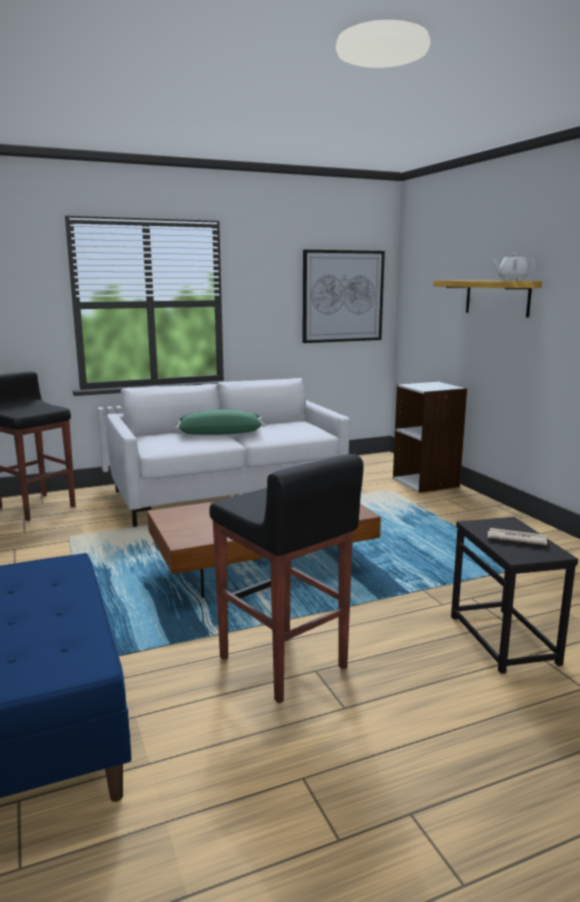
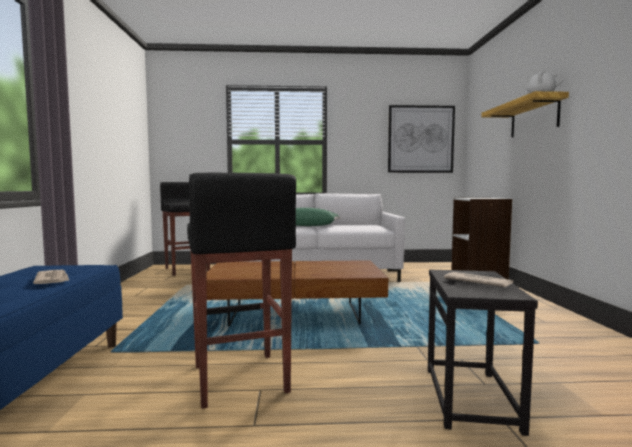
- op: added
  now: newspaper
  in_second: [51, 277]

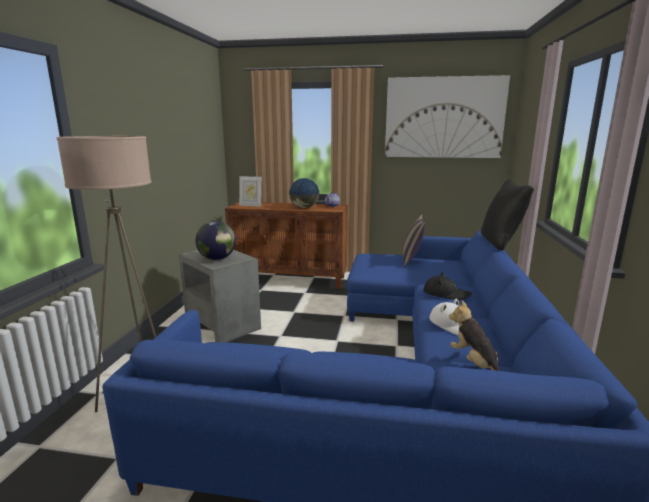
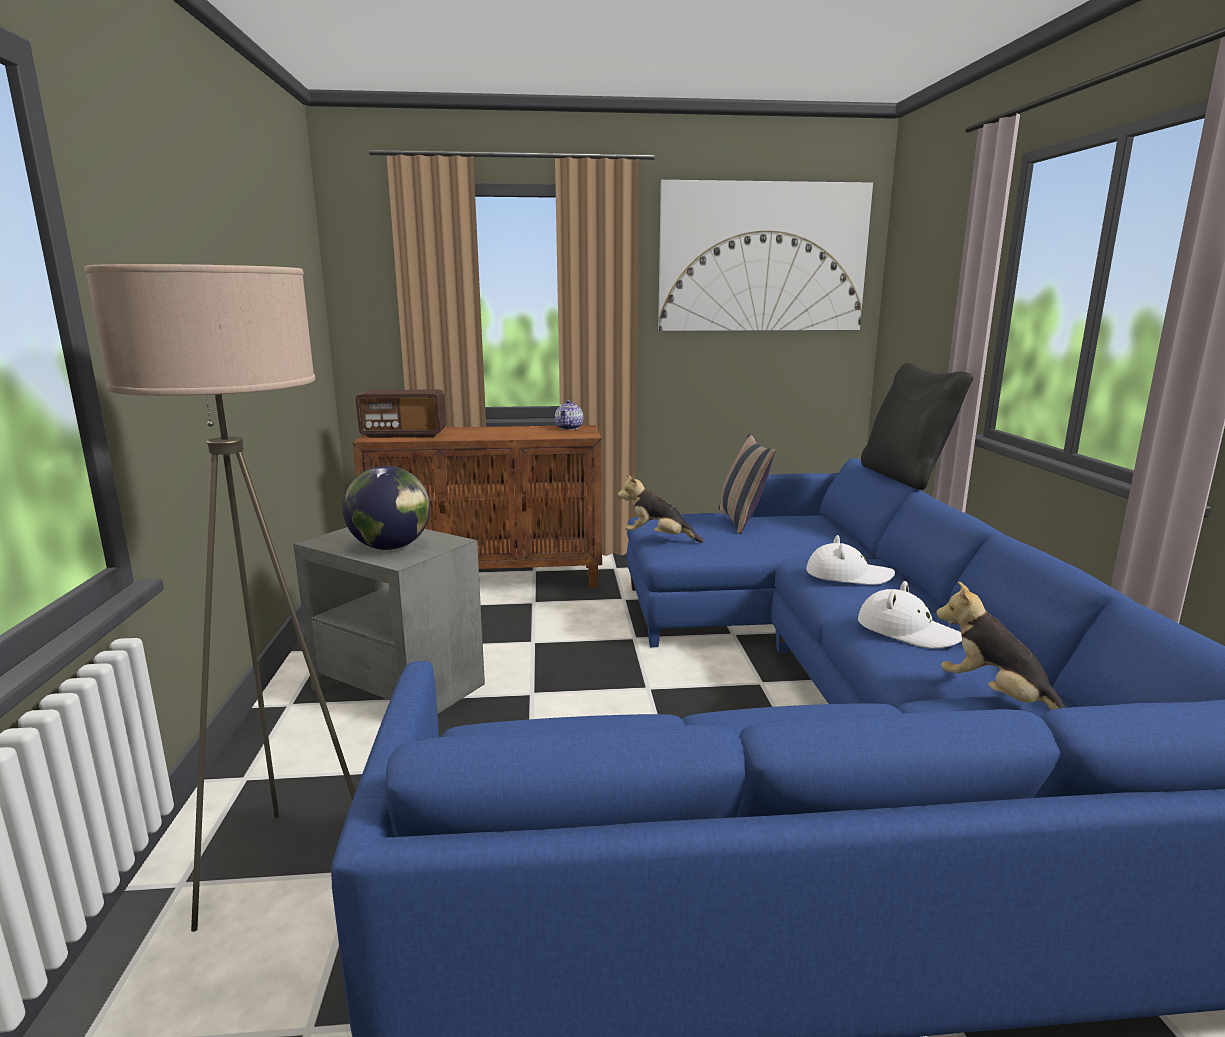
- op: replaced
  was: standing_frame
  now: radio_receiver
  in_first: [250, 191]
  in_second: [401, 414]
- op: added
  now: cuddly_toy
  in_second: [660, 508]
- op: recoloured
  was: blackish_hat
  now: white_hat
  in_first: [448, 286]
  in_second: [850, 560]
- op: removed
  was: globe
  in_first: [304, 193]

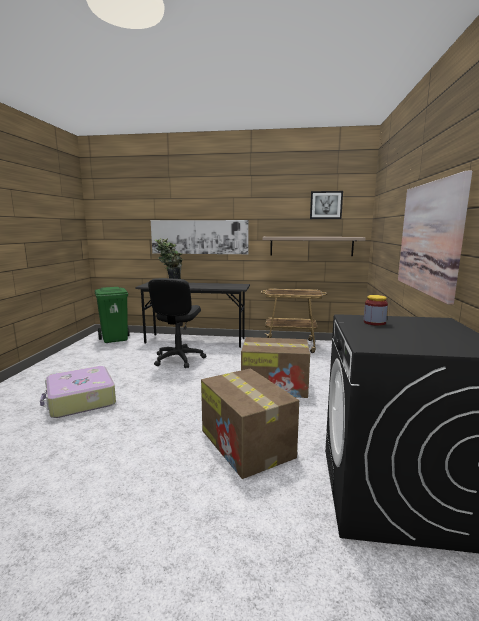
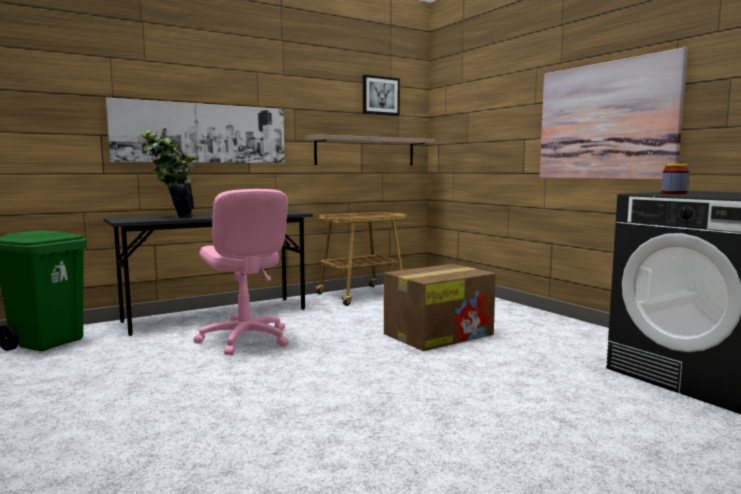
- op: recoloured
  was: blackish_office_chair
  now: pink-coloured_office_chair
  in_first: [177, 323]
  in_second: [241, 272]
- op: removed
  was: suitcase
  in_first: [78, 392]
- op: removed
  was: carton
  in_first: [250, 423]

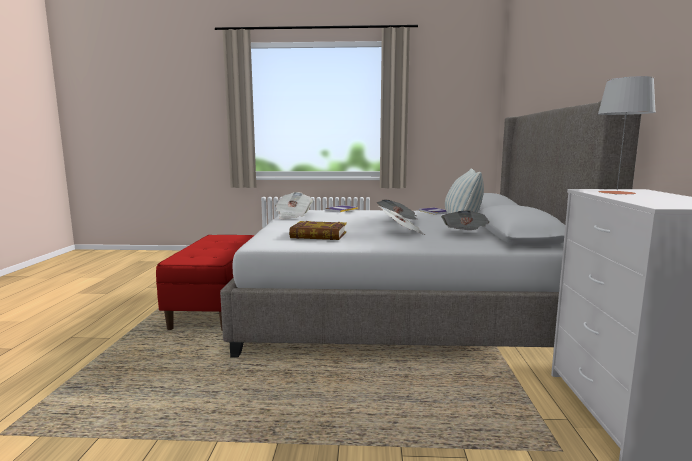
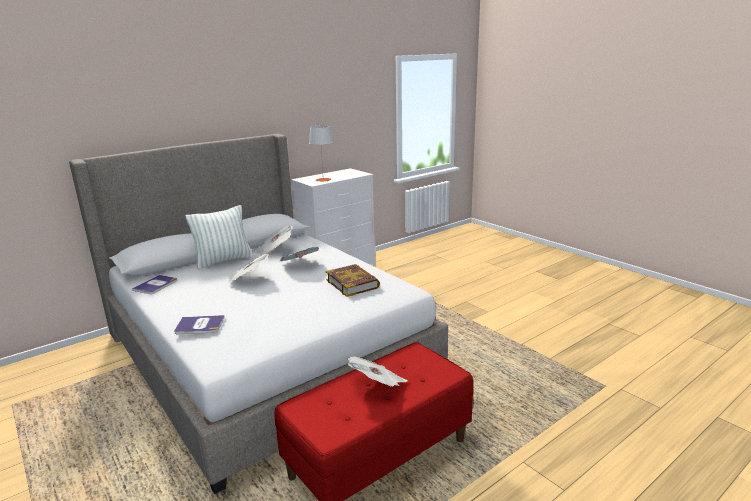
- op: moved
  was: newspaper
  in_first: [294, 205]
  in_second: [377, 371]

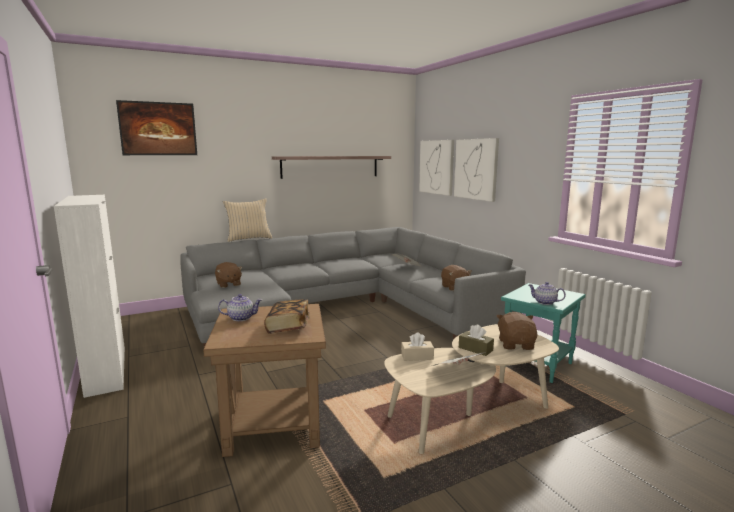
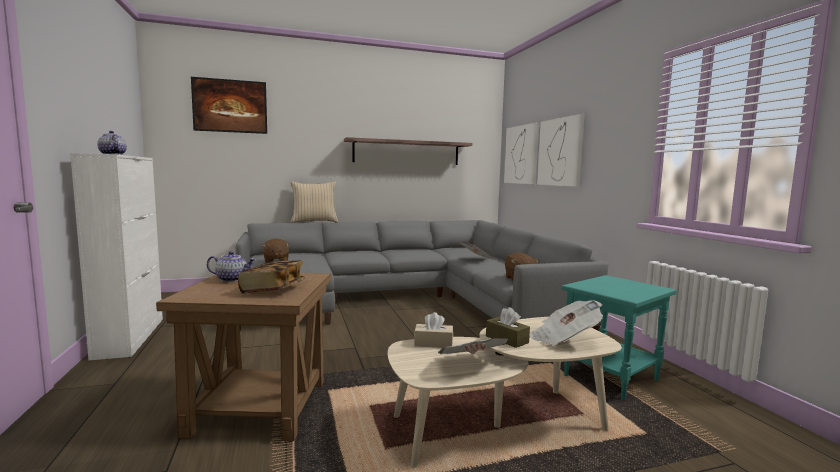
- op: moved
  was: tea_pot
  in_first: [547, 293]
  in_second: [112, 143]
- op: replaced
  was: brown-coloured_cuddly_toy
  now: newspaper
  in_first: [517, 331]
  in_second: [566, 323]

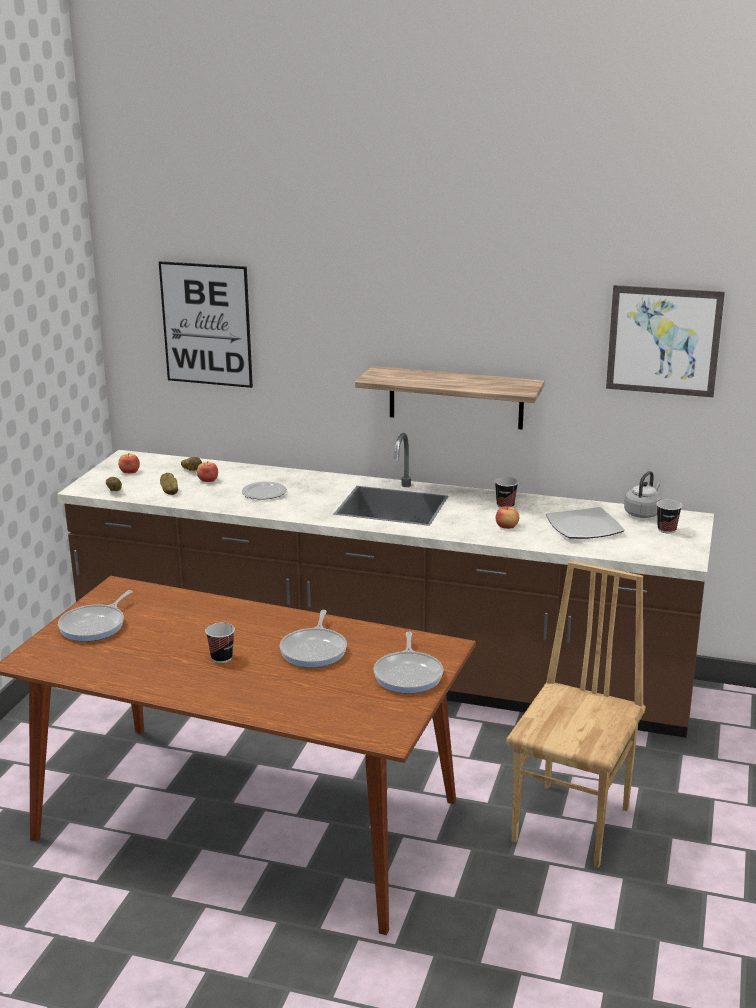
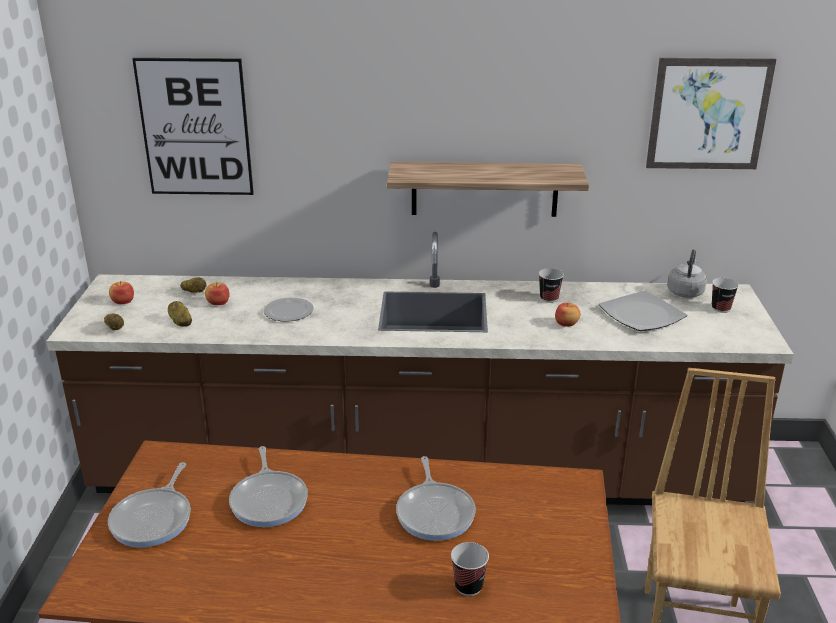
- op: moved
  was: skillet
  in_first: [408, 663]
  in_second: [268, 486]
- op: moved
  was: small_cup
  in_first: [220, 643]
  in_second: [470, 569]

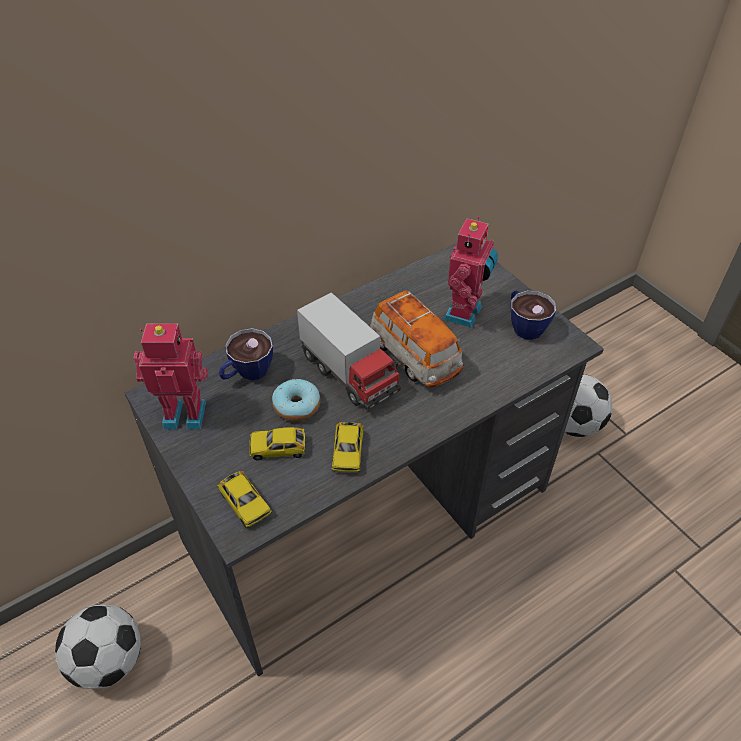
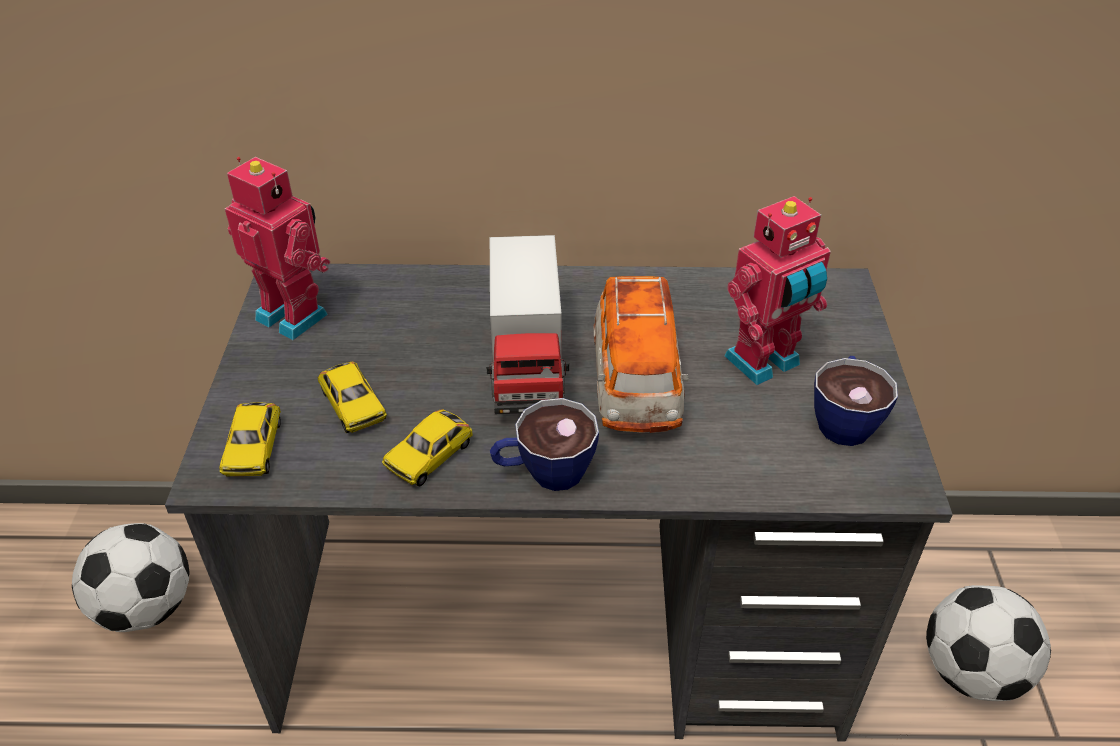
- op: turned
  was: toy_car
  in_first: [277, 443]
  in_second: [352, 397]
  clockwise: -150
- op: moved
  was: small_cup
  in_first: [246, 354]
  in_second: [544, 444]
- op: removed
  was: ring_doughnut
  in_first: [296, 400]

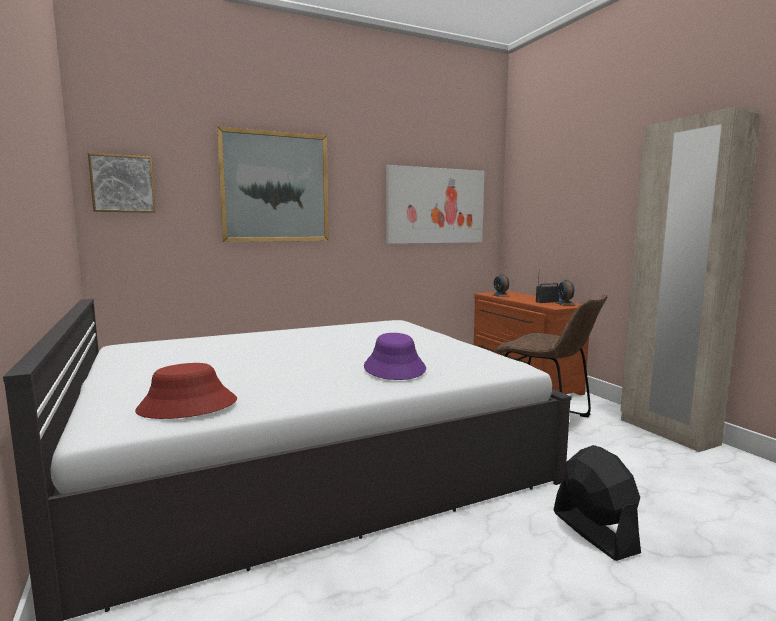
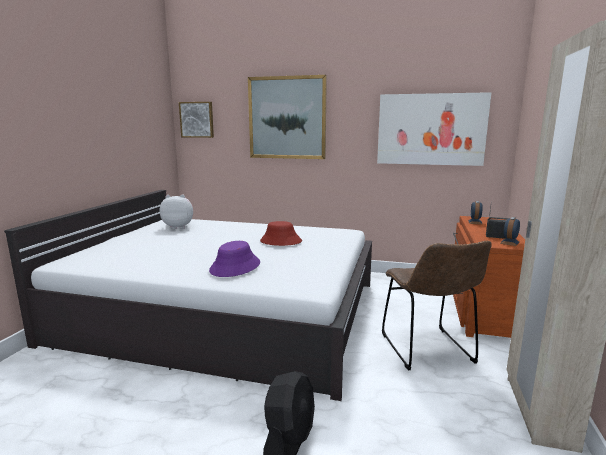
- op: added
  now: cuddly_toy
  in_second: [176, 212]
- op: moved
  was: red-coloured_hat
  in_first: [186, 391]
  in_second: [281, 233]

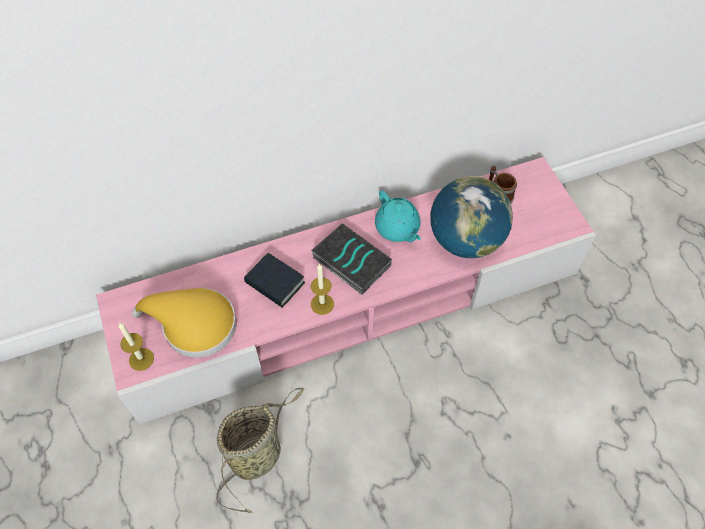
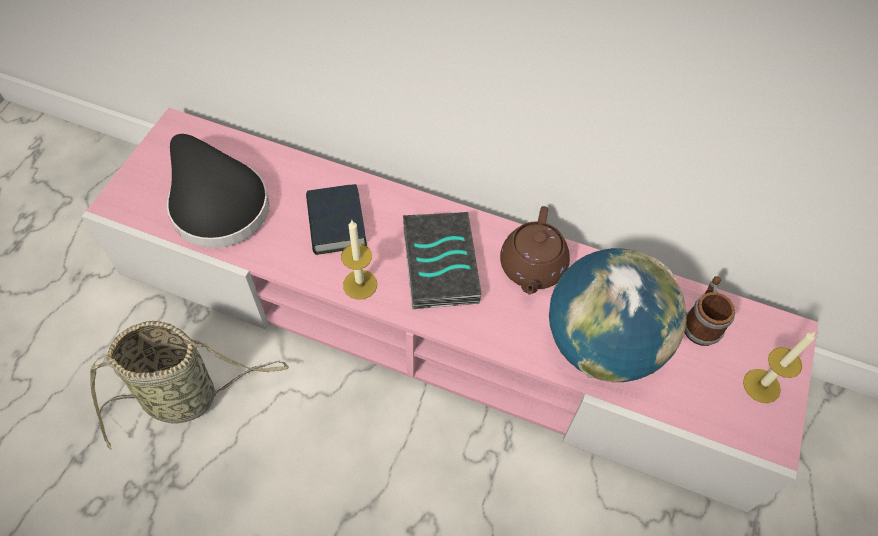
- op: recoloured
  was: yellowish_hat
  now: blackish_hat
  in_first: [184, 323]
  in_second: [218, 191]
- op: recoloured
  was: turquoise_tea_pot
  now: brown-coloured_tea_pot
  in_first: [398, 216]
  in_second: [535, 250]
- op: moved
  was: wax_candle
  in_first: [136, 346]
  in_second: [779, 367]

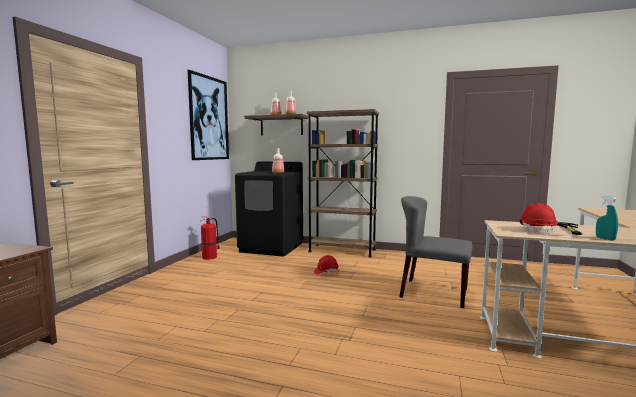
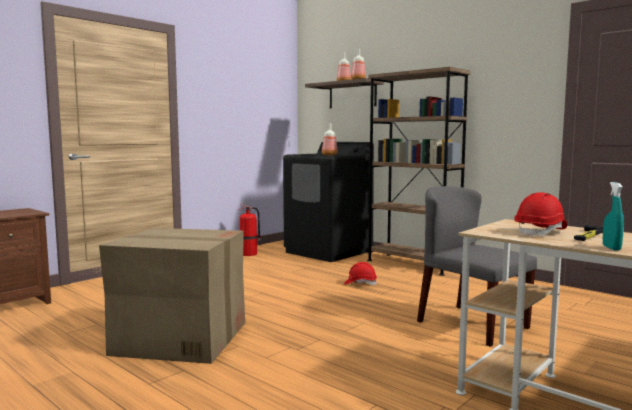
- op: added
  now: carton
  in_second: [172, 296]
- op: removed
  was: picture
  in_first: [208, 115]

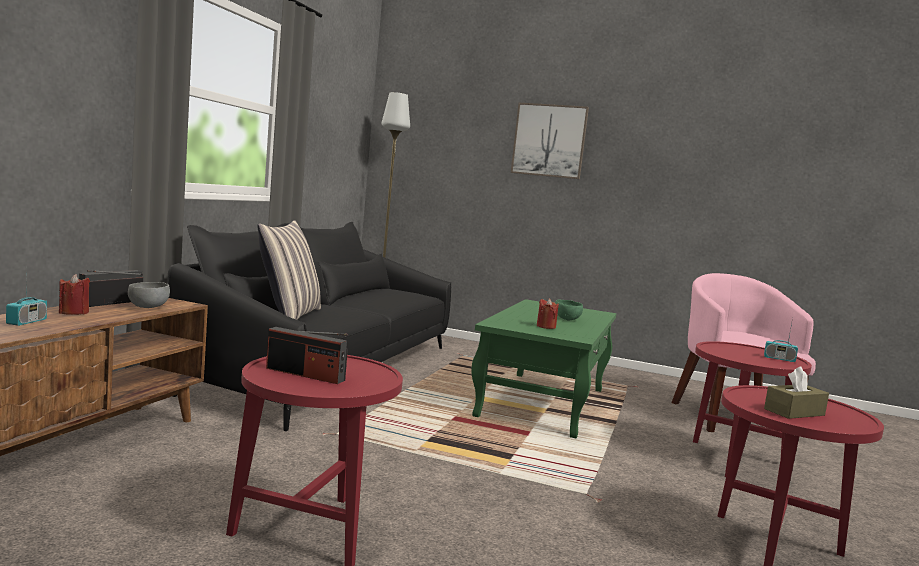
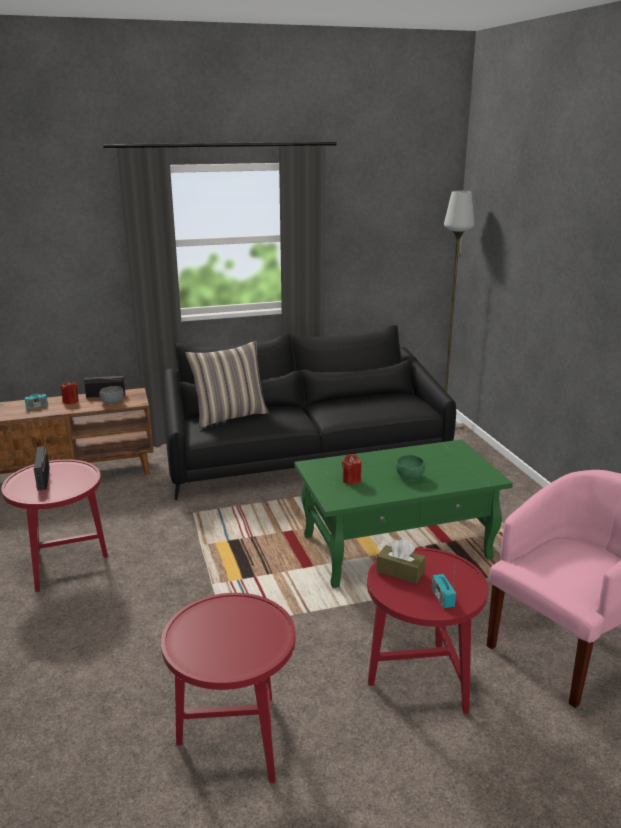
- op: moved
  was: brown-coloured_box_of_tissues
  in_first: [796, 392]
  in_second: [401, 561]
- op: removed
  was: picture
  in_first: [550, 141]

